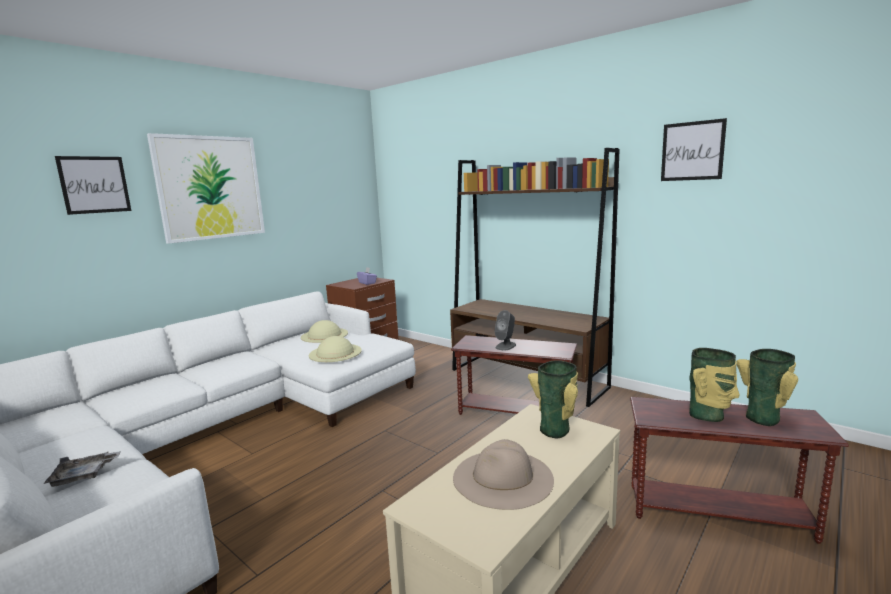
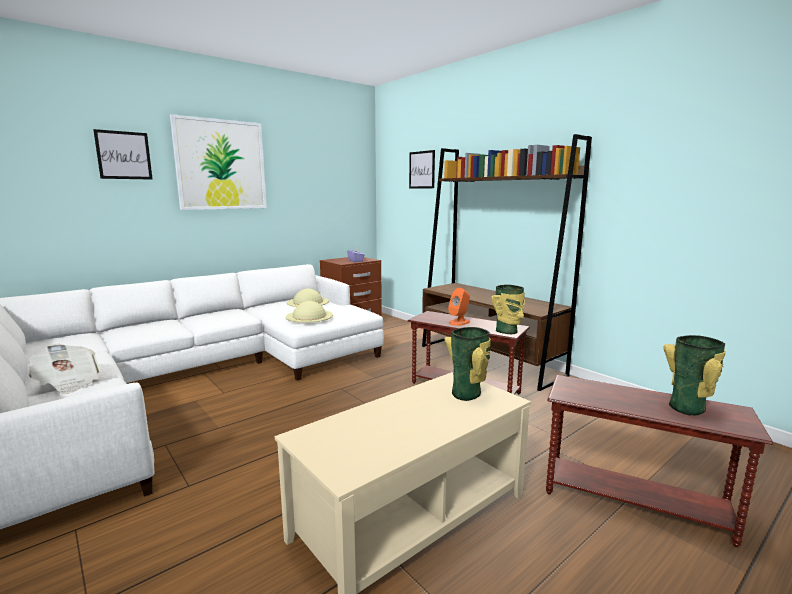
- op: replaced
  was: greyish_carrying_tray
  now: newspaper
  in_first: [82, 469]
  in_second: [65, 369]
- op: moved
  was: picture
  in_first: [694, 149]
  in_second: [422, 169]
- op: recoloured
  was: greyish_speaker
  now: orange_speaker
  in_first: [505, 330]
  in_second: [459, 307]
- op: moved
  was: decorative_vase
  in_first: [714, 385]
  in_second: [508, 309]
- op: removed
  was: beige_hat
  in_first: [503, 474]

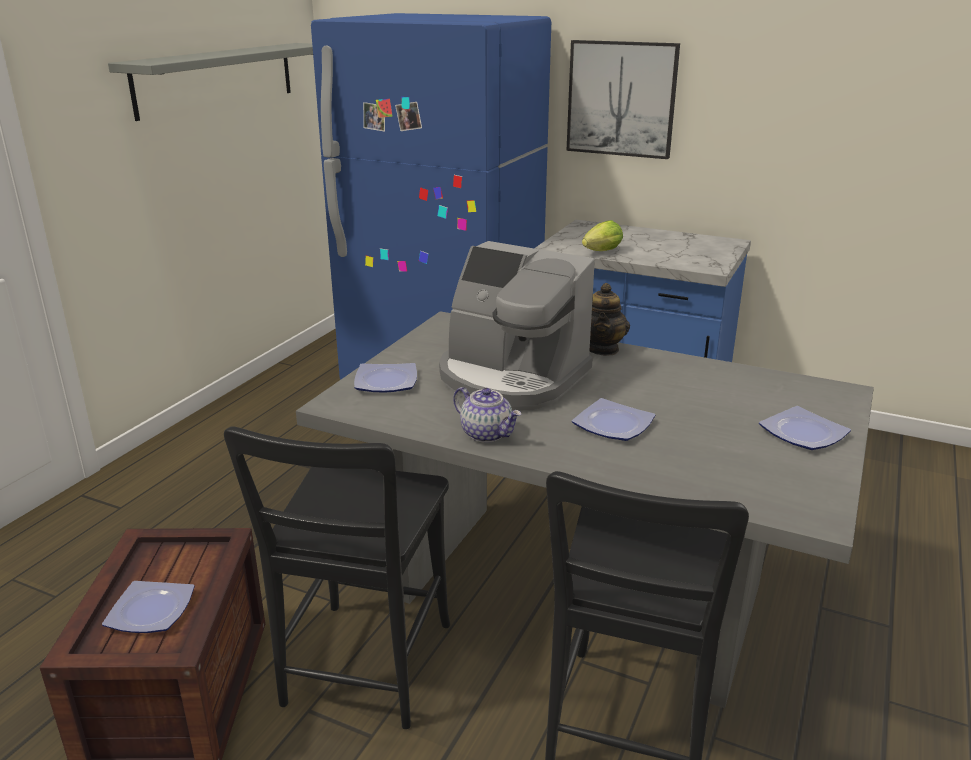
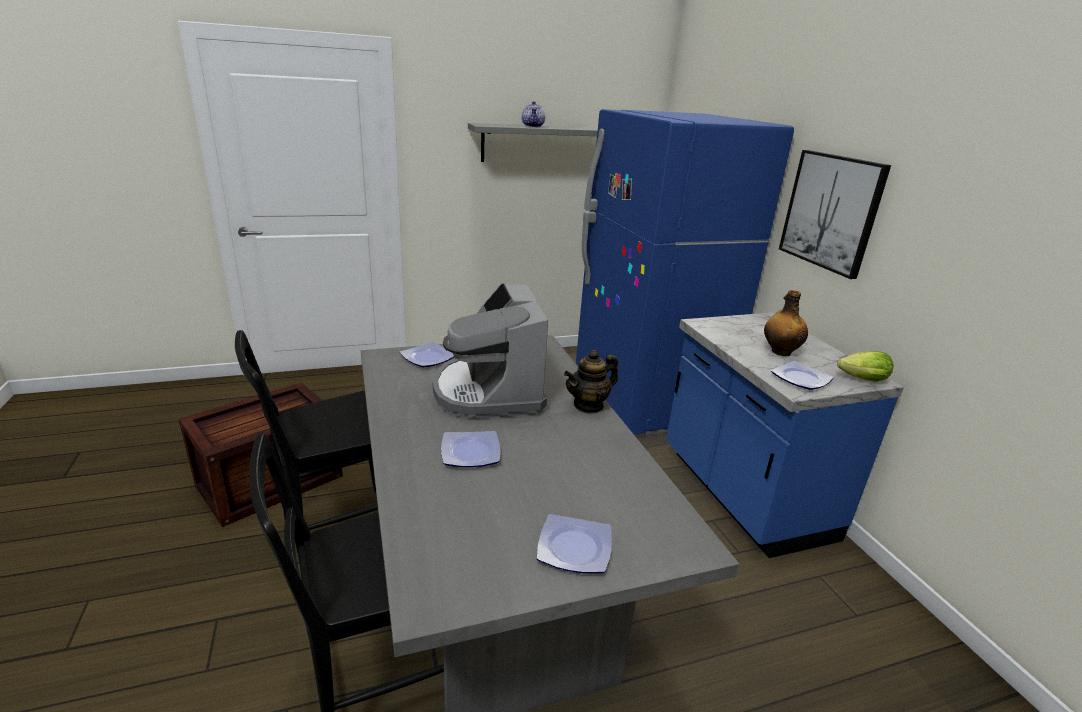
- op: moved
  was: tea_pot
  in_first: [487, 415]
  in_second: [533, 114]
- op: added
  now: drink_bottle
  in_second: [786, 323]
- op: moved
  was: dinner_plate
  in_first: [148, 607]
  in_second: [802, 375]
- op: moved
  was: lettuce
  in_first: [602, 235]
  in_second: [865, 366]

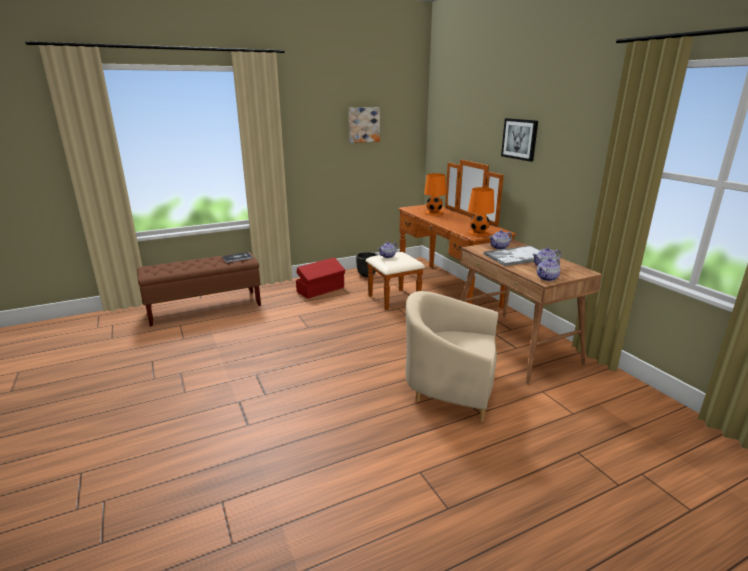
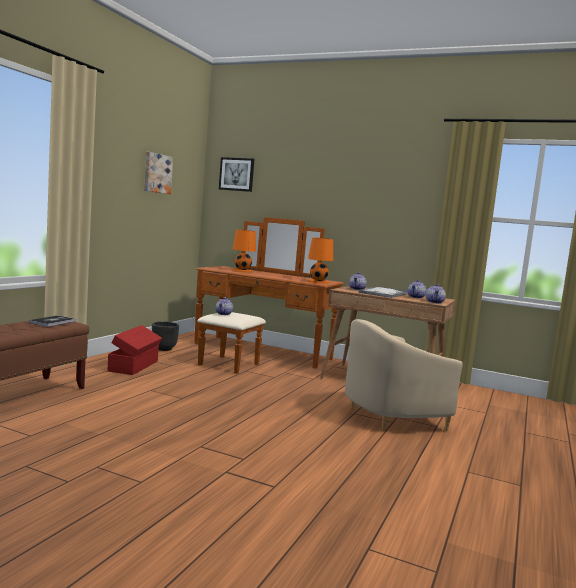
- op: moved
  was: picture
  in_first: [519, 140]
  in_second: [236, 174]

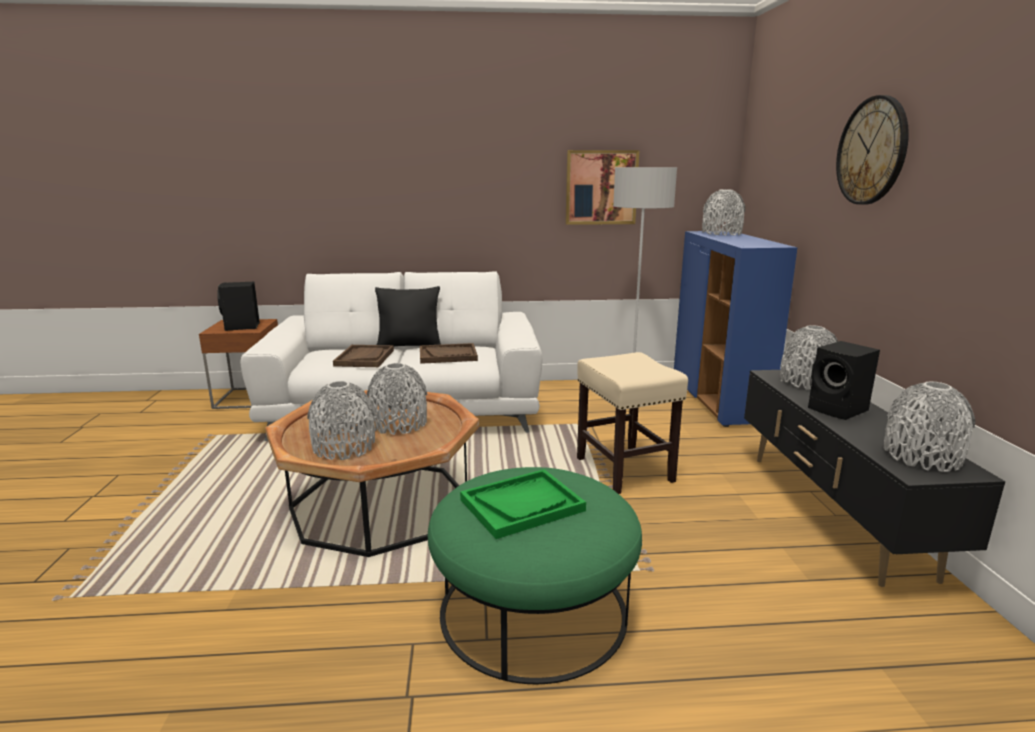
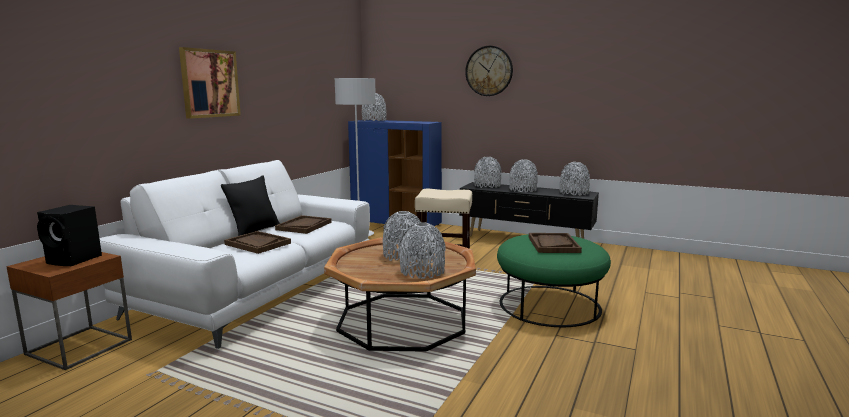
- op: moved
  was: picture
  in_first: [602, 187]
  in_second: [210, 83]
- op: replaced
  was: blackish_speaker
  now: greyish_decorative_vase
  in_first: [844, 380]
  in_second: [523, 175]
- op: recoloured
  was: green-coloured_carrying_tray
  now: brown-coloured_carrying_tray
  in_first: [523, 504]
  in_second: [555, 243]

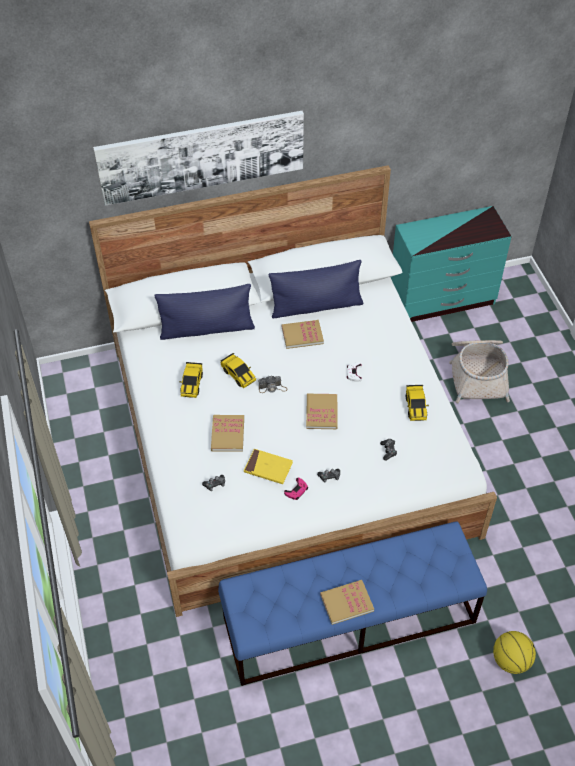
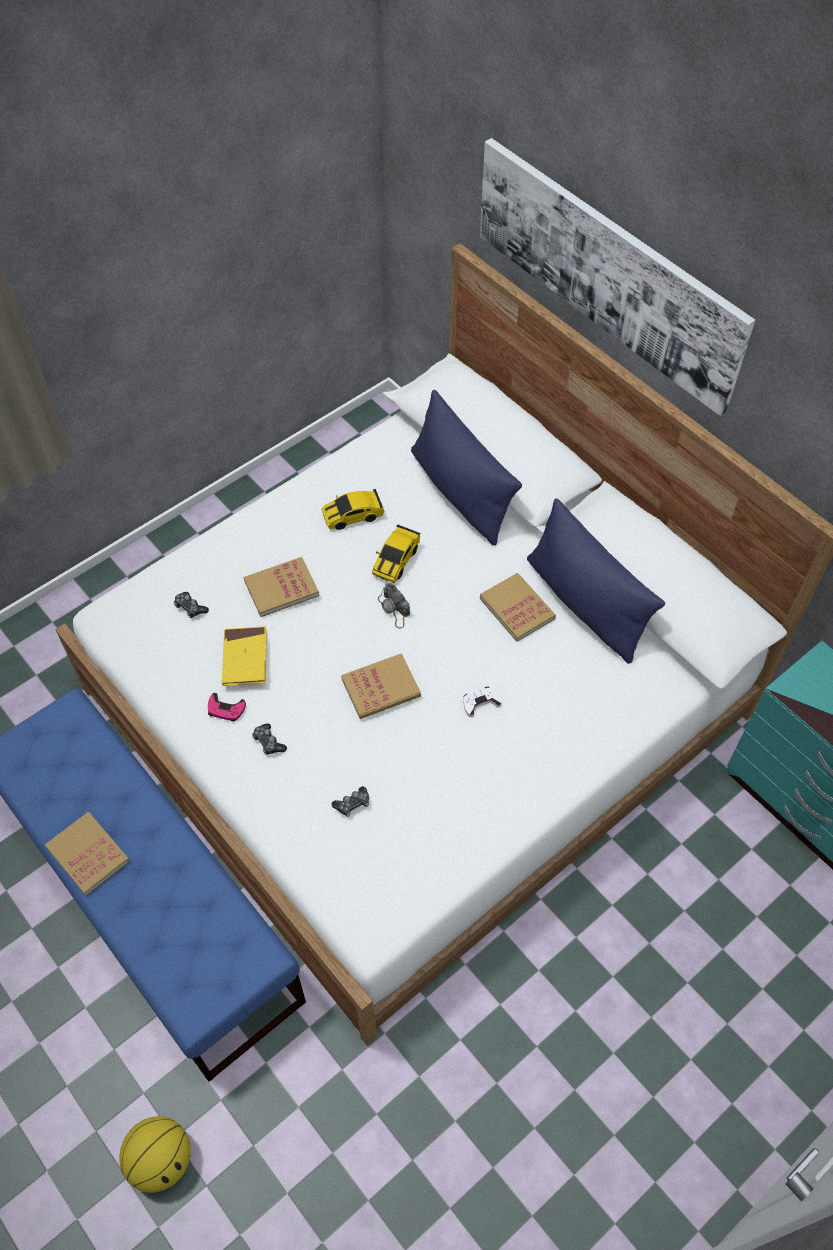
- op: removed
  was: toy_car
  in_first: [417, 403]
- op: removed
  was: basket
  in_first: [479, 371]

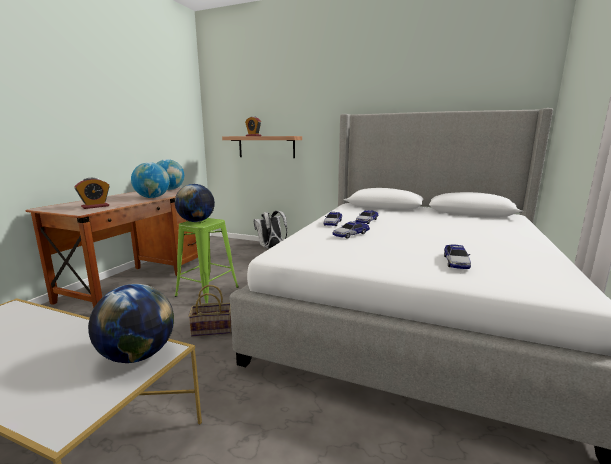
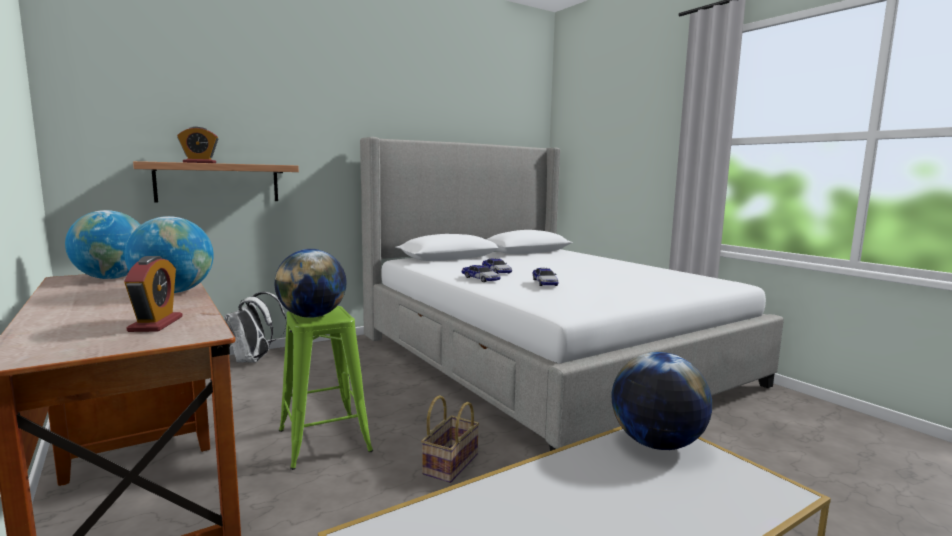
- op: removed
  was: toy_car
  in_first: [457, 257]

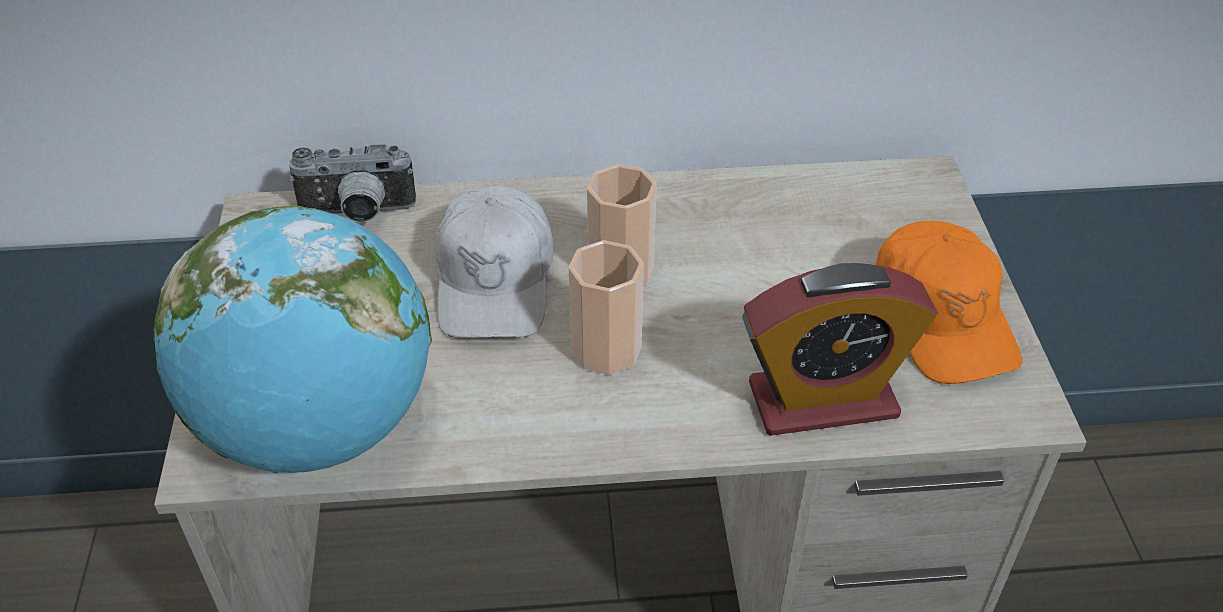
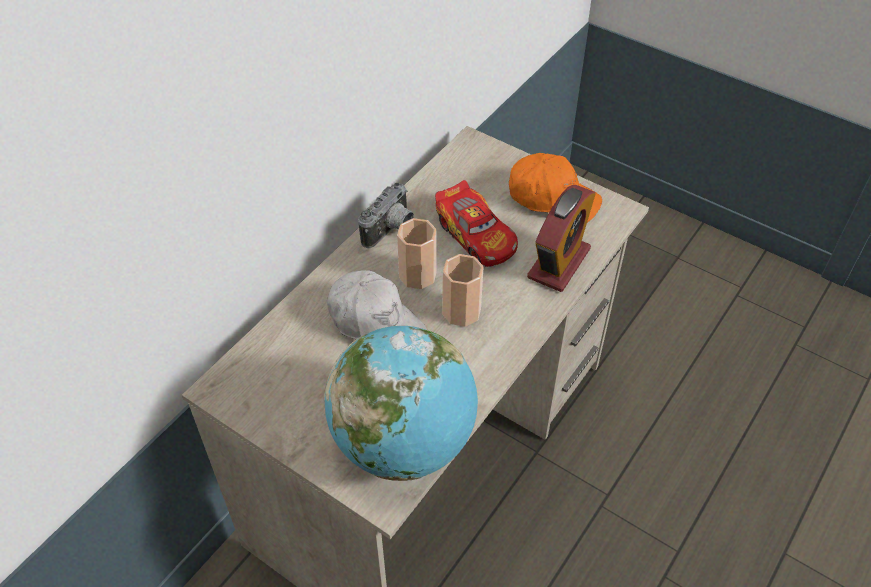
- op: moved
  was: still_camera
  in_first: [352, 183]
  in_second: [386, 215]
- op: added
  now: toy_car
  in_second: [476, 223]

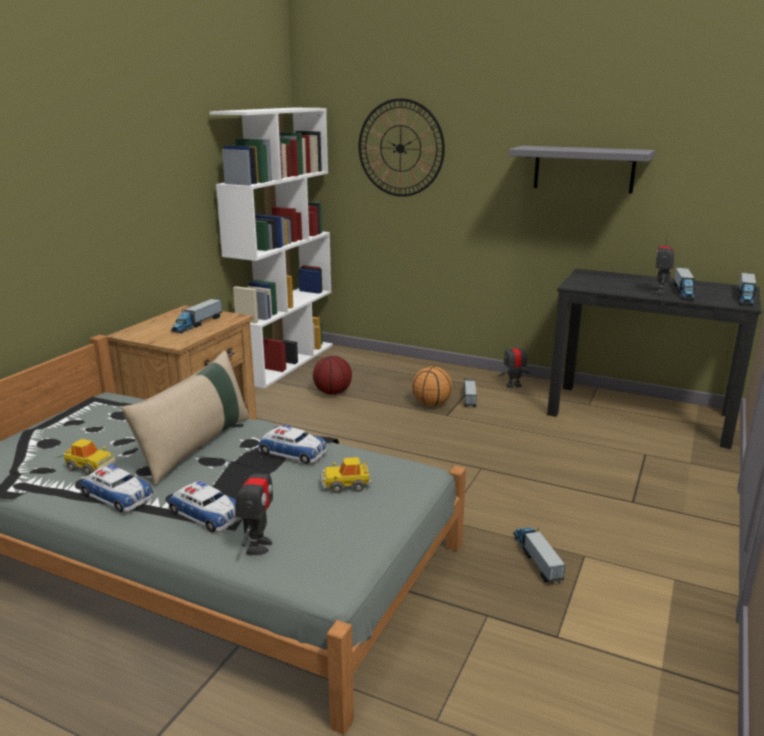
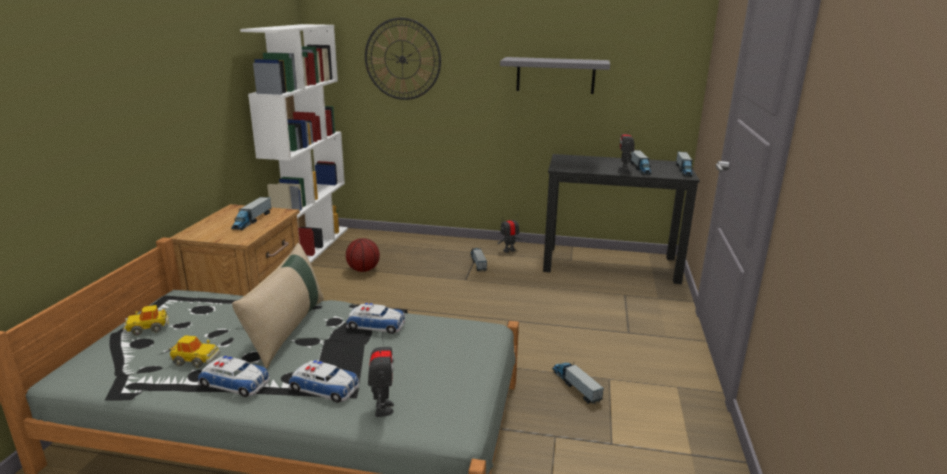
- op: moved
  was: toy_car
  in_first: [346, 475]
  in_second: [146, 320]
- op: removed
  was: basketball_ball
  in_first: [432, 386]

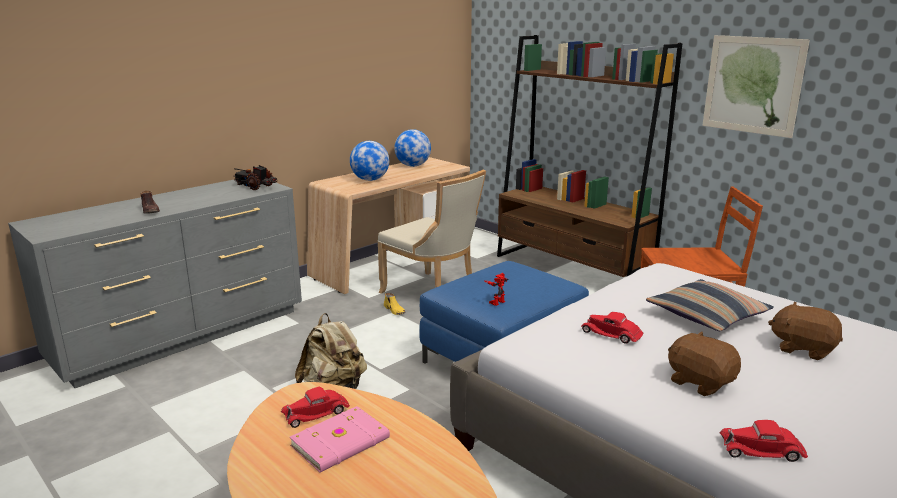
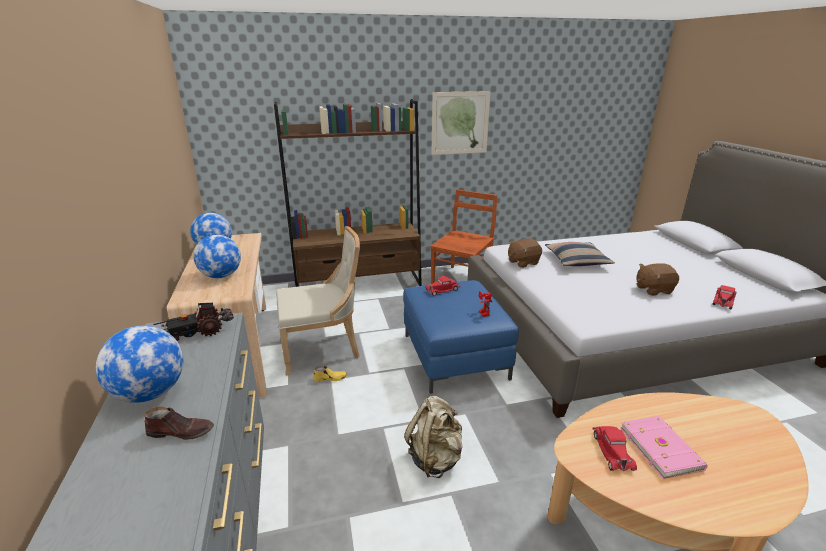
- op: added
  now: globe
  in_second: [139, 364]
- op: moved
  was: red-coloured_toy_car
  in_first: [612, 328]
  in_second: [443, 286]
- op: moved
  was: brown-coloured_cuddly_toy
  in_first: [805, 331]
  in_second: [525, 253]

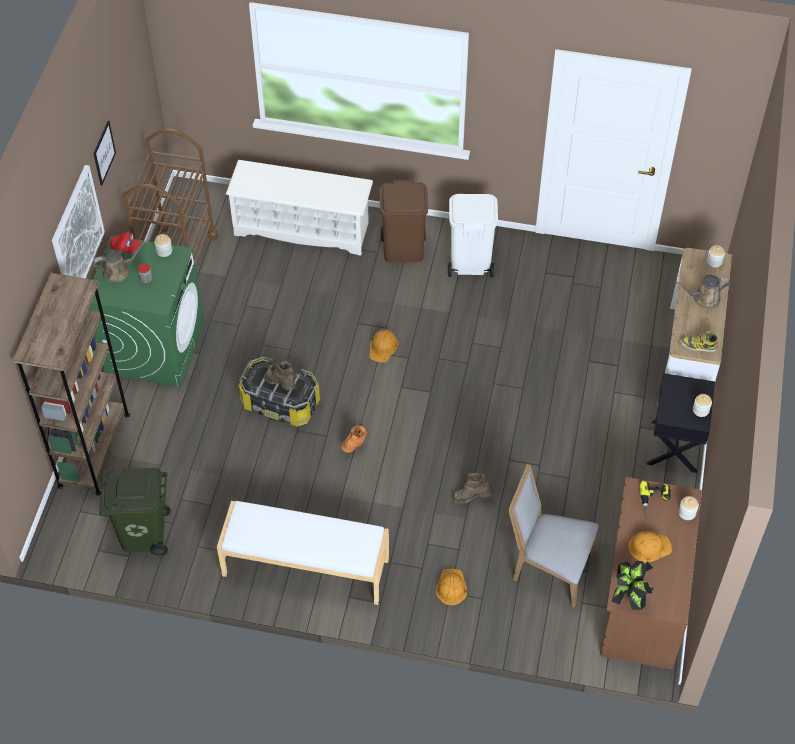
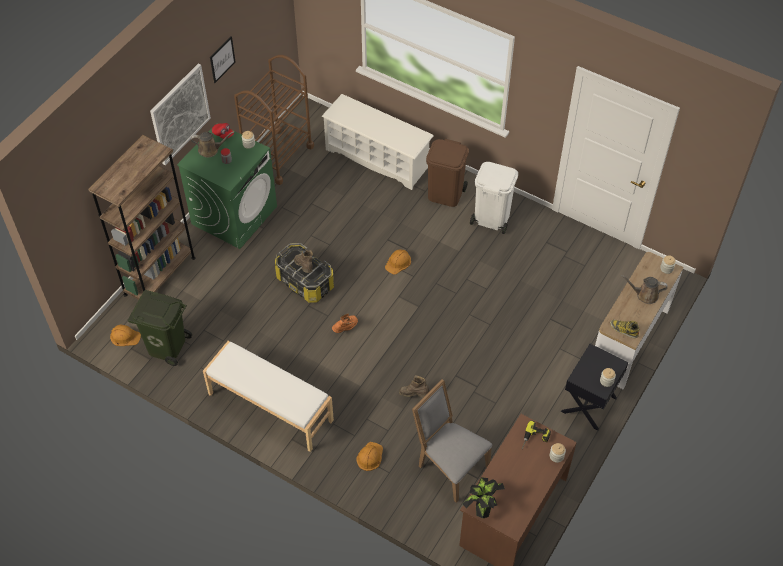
- op: moved
  was: orange_hard_hat
  in_first: [650, 547]
  in_second: [125, 335]

